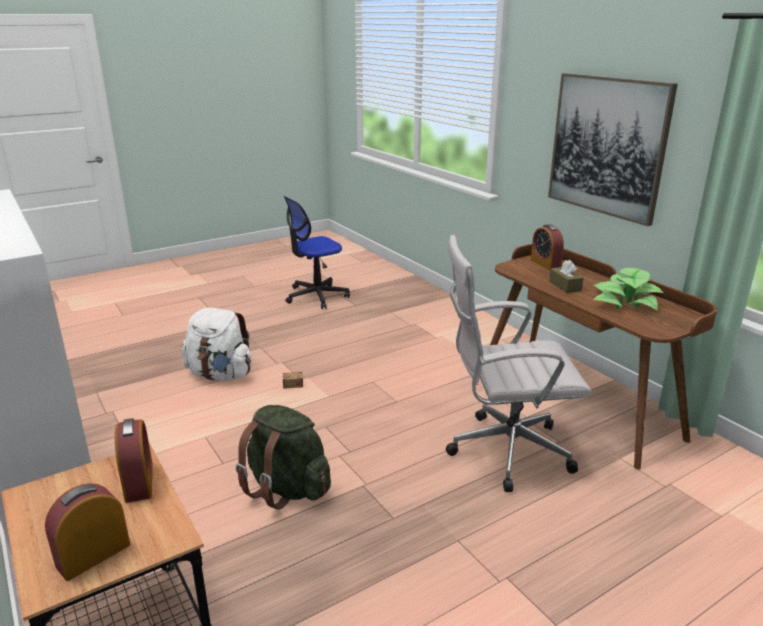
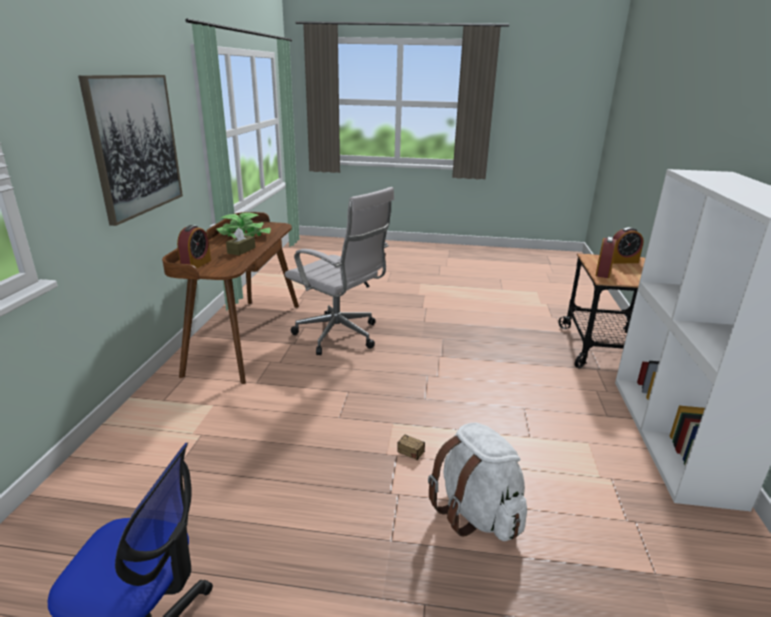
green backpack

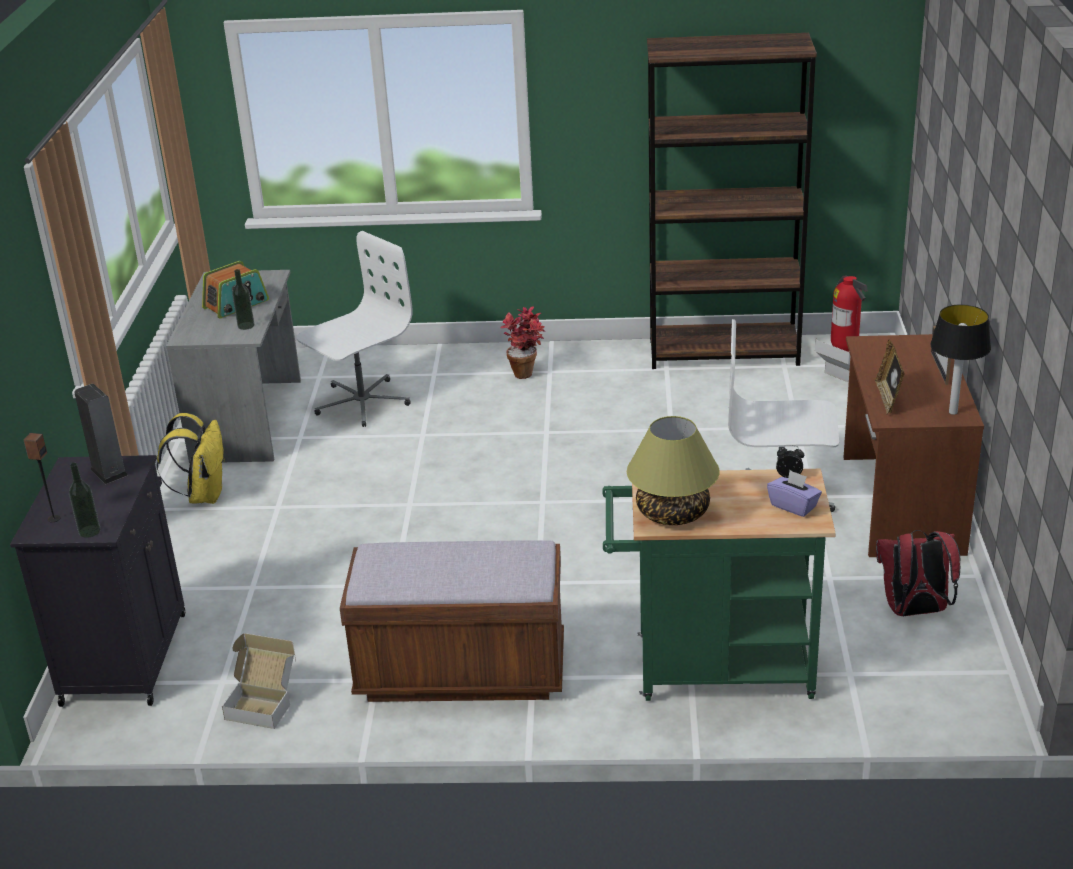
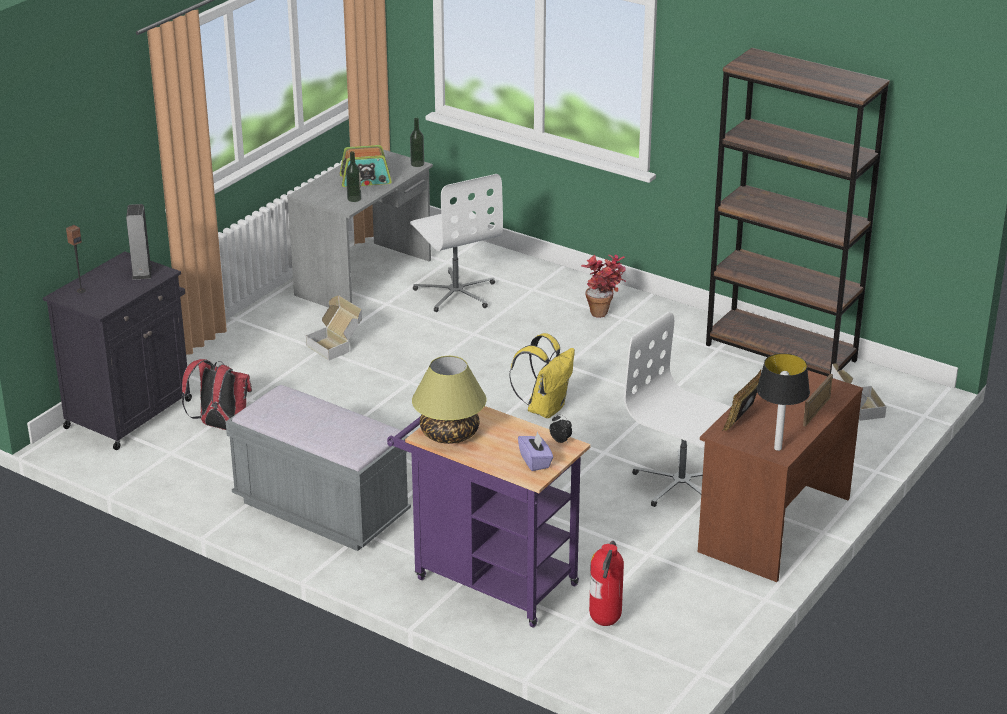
white office chair (1st from left)
fire extinguisher
yellow backpack
bottle (2nd from left)
purple cart
red backpack
grey bench
cardboard box (1st from left)

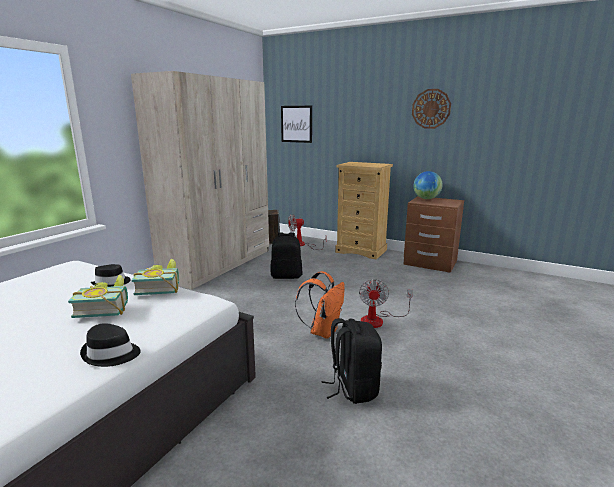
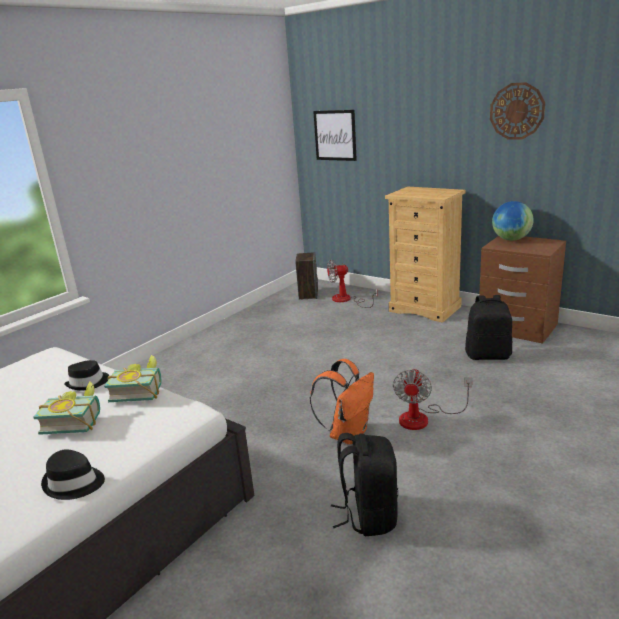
beige wardrobe
black backpack (2nd from left)

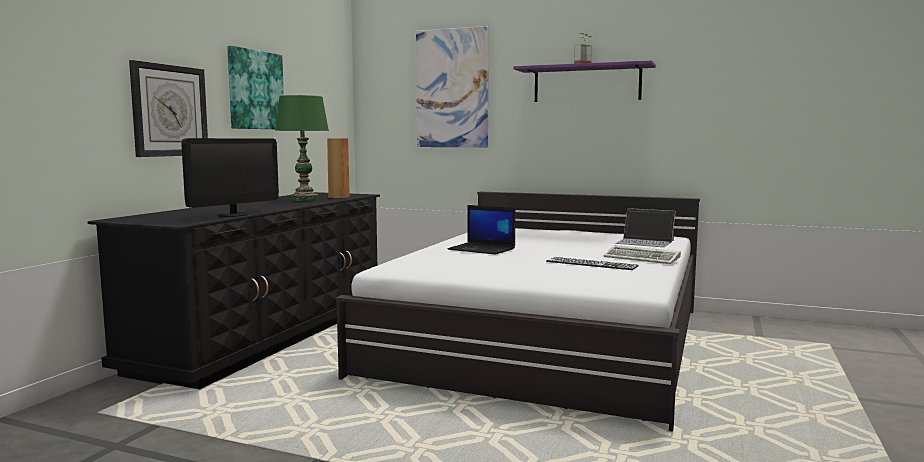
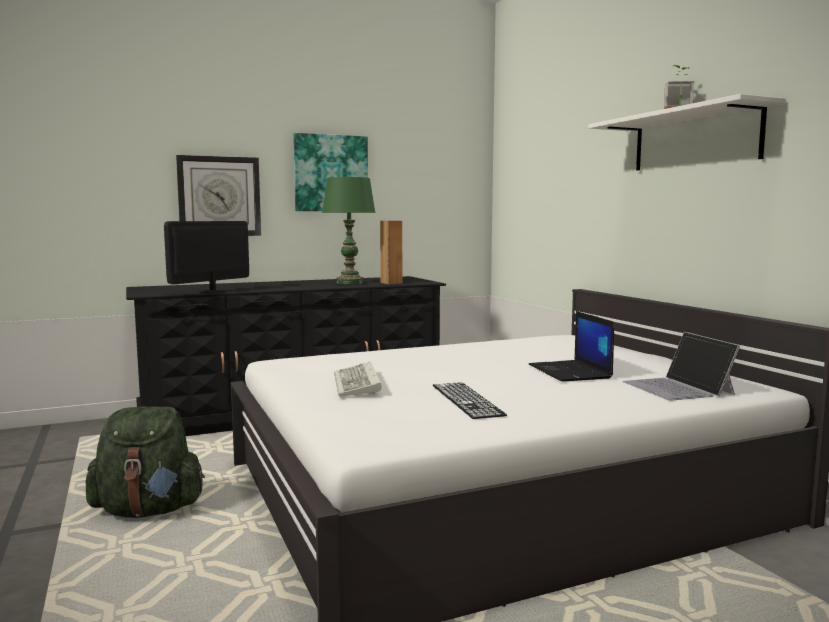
picture (2nd from left in the first image)
white shelf
monitor
laptop (1st from left)
keyboard (1st from left)
green backpack

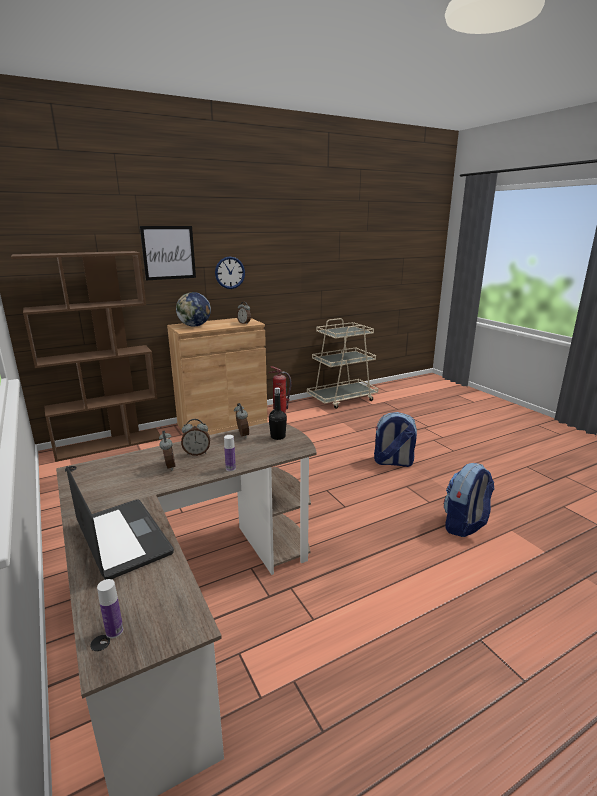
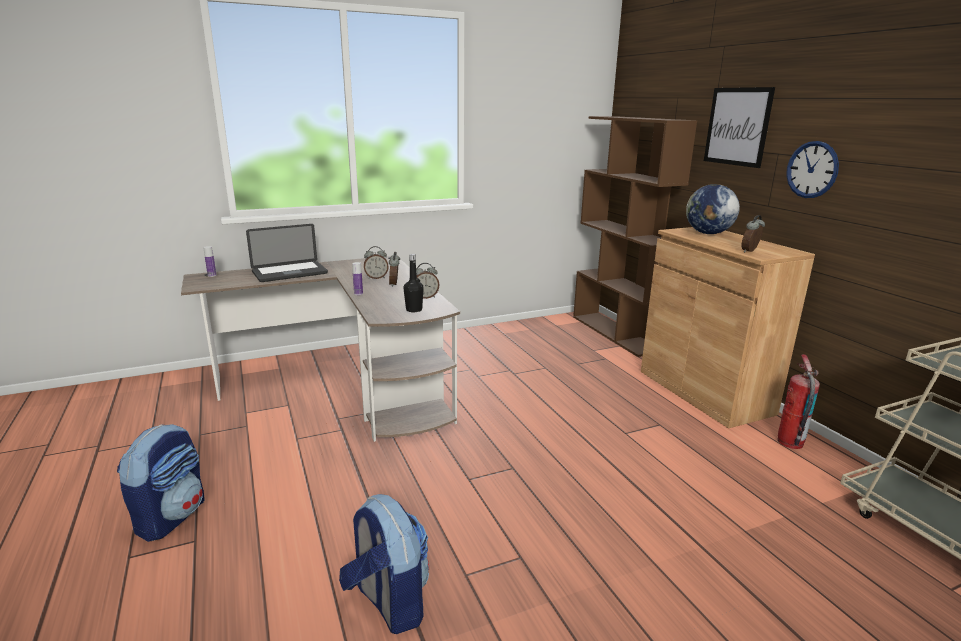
backpack (1st from left)

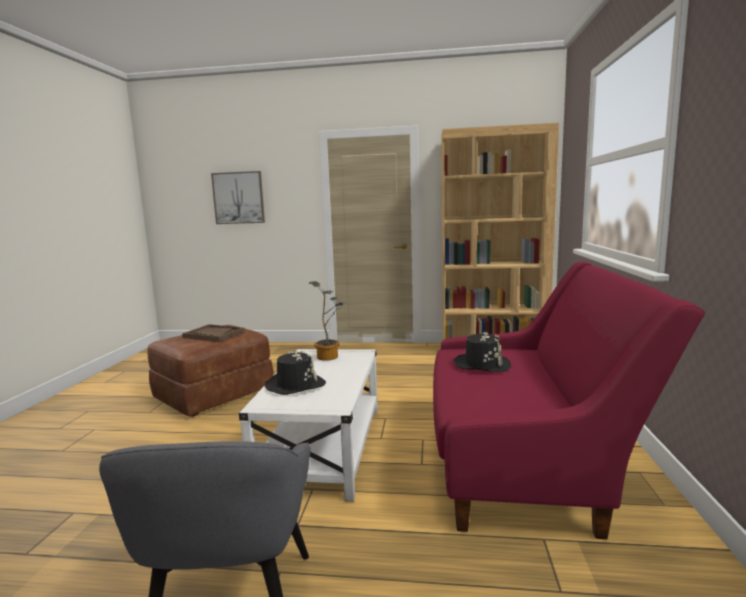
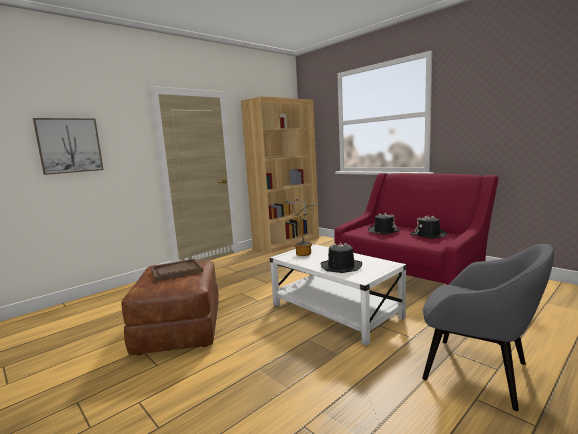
black hat (3rd from left)

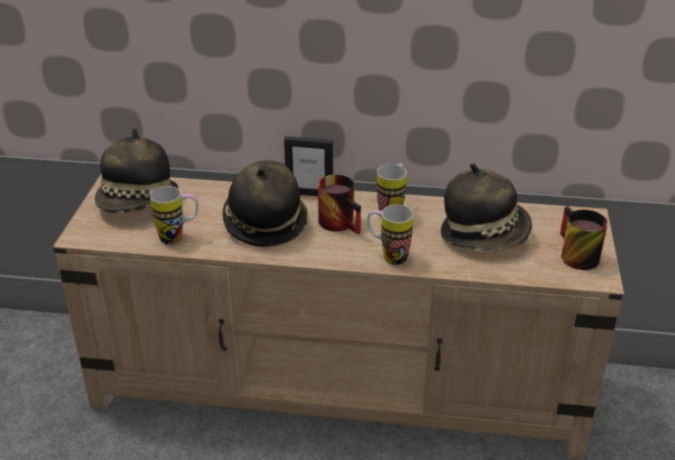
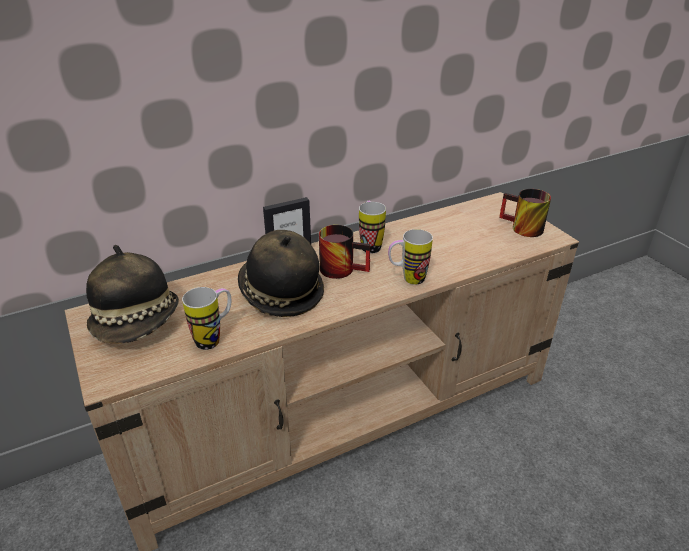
hat (3rd from left in the first image)

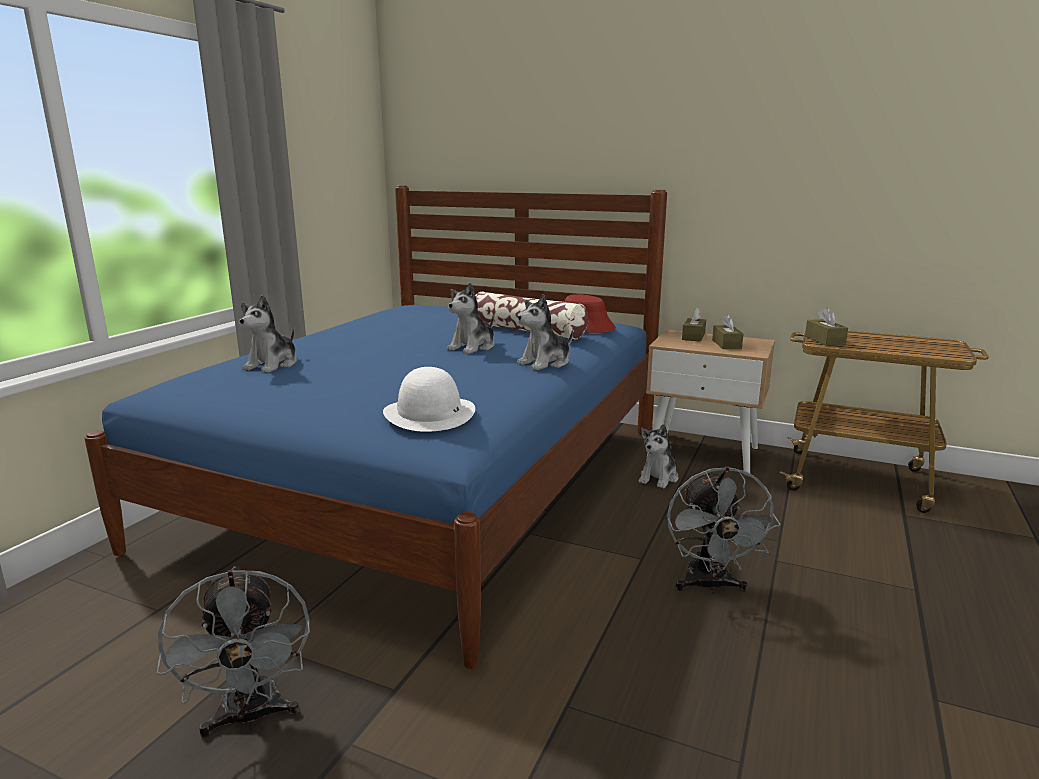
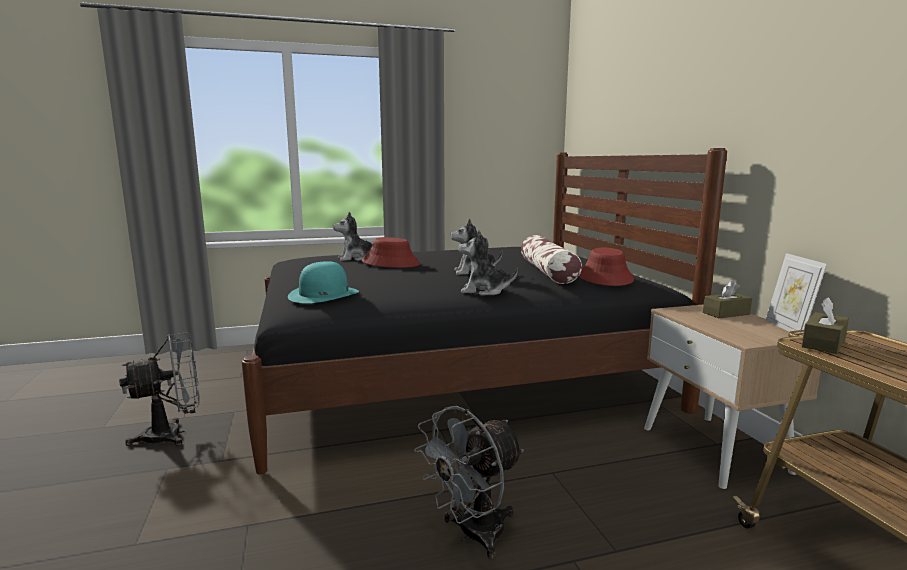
black bed
brown tissue box (2nd from left in the first image)
turquoise hat
plush toy (4th from left in the first image)
grey fan (1st from left)
red hat (1st from left)
picture frame

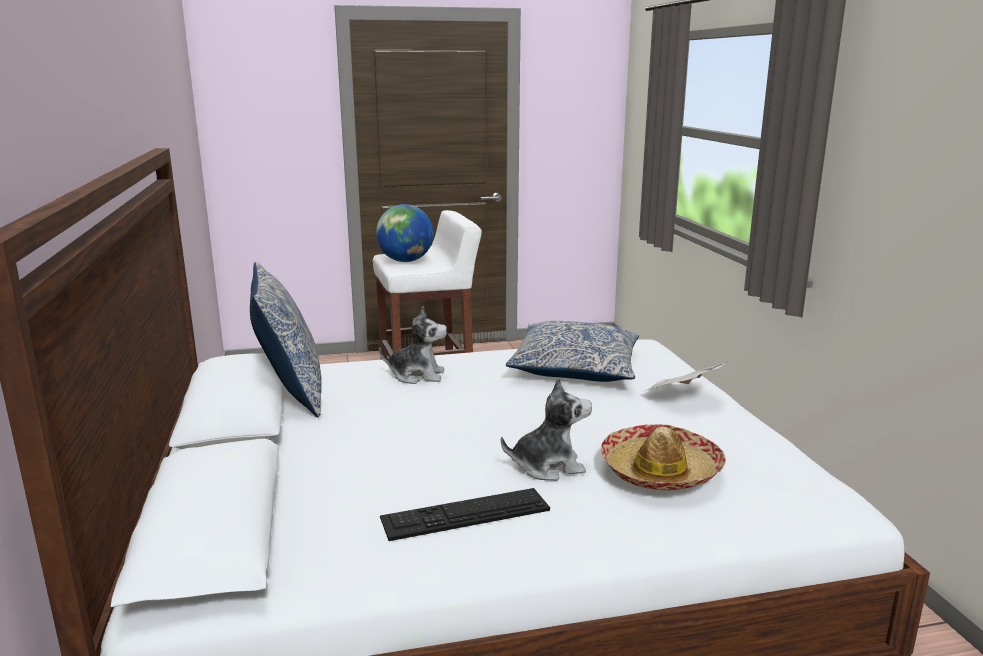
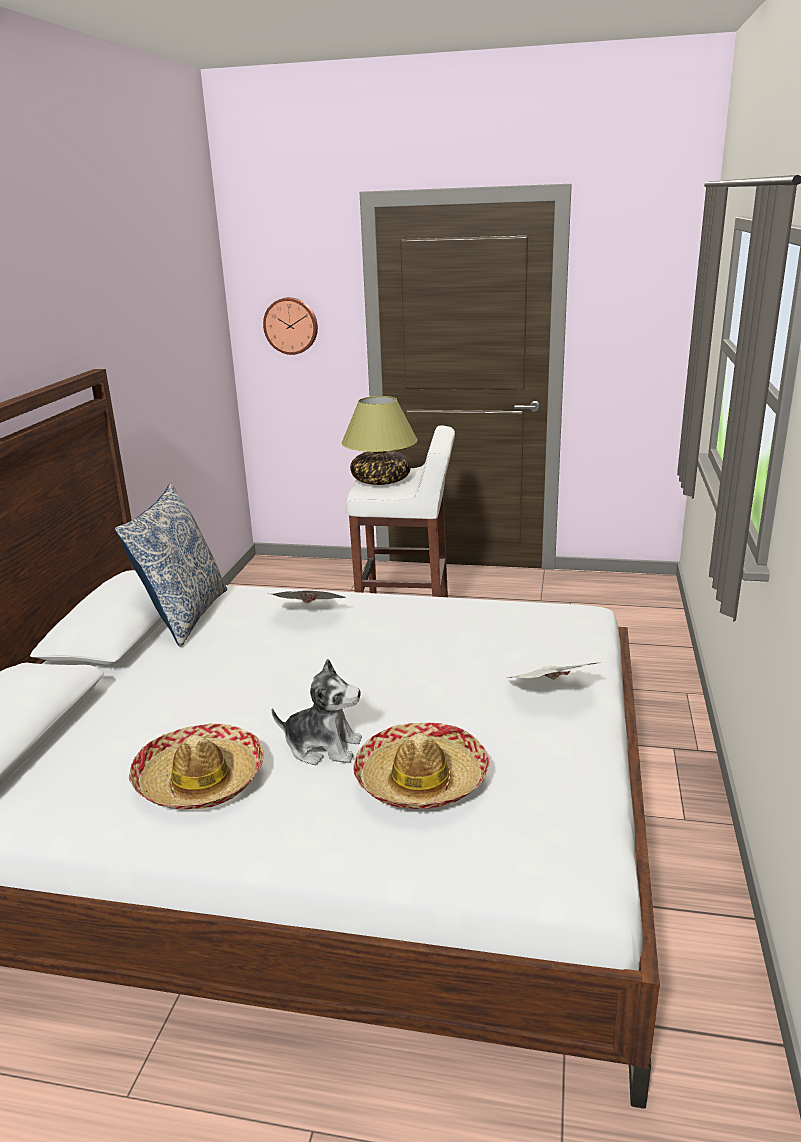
table lamp
newspaper (1st from left)
pillow (2nd from left in the first image)
hat (1st from left)
wall clock

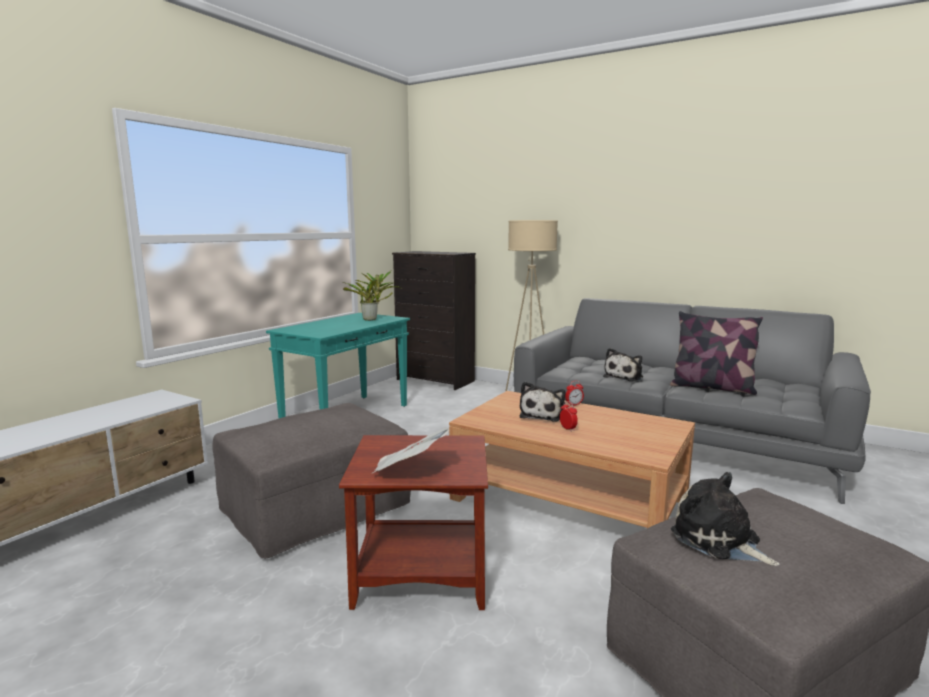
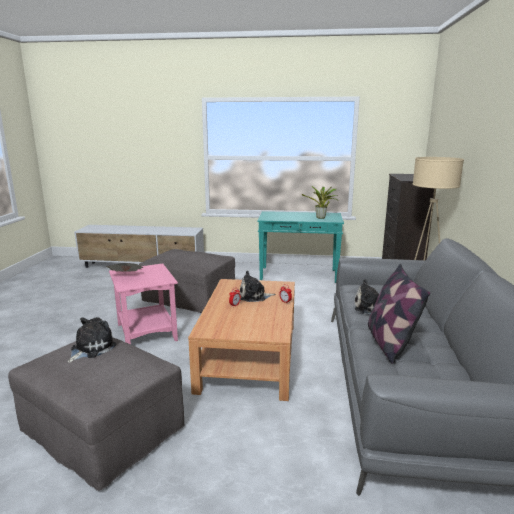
pink side table

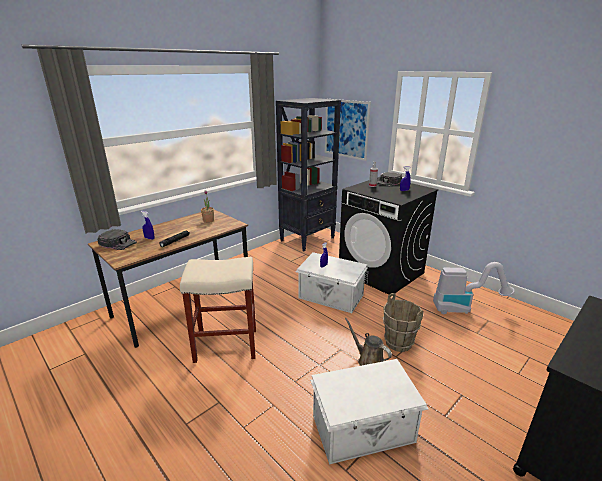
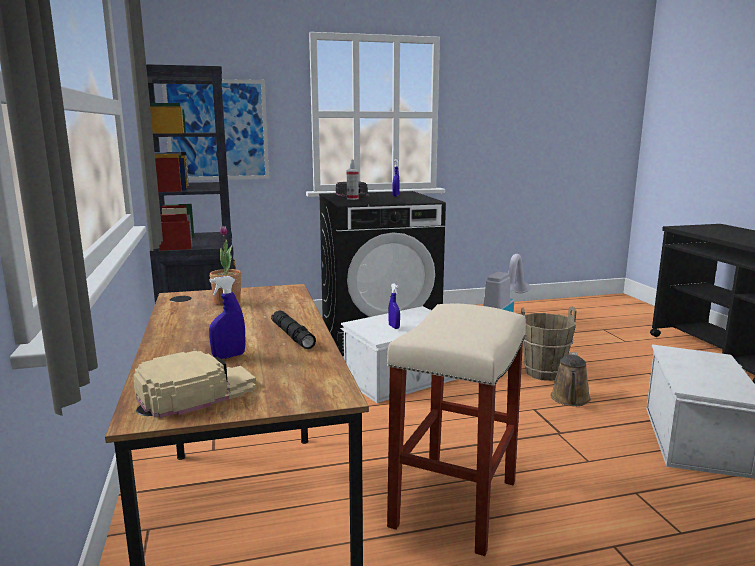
beige cap
brown watering can

